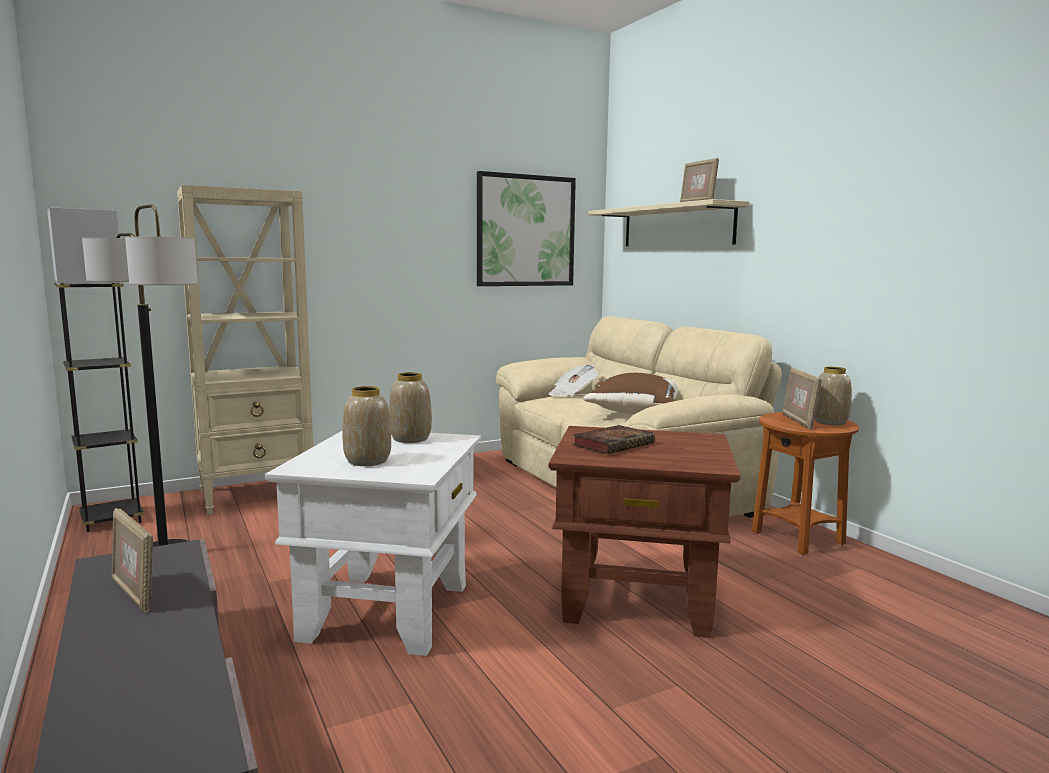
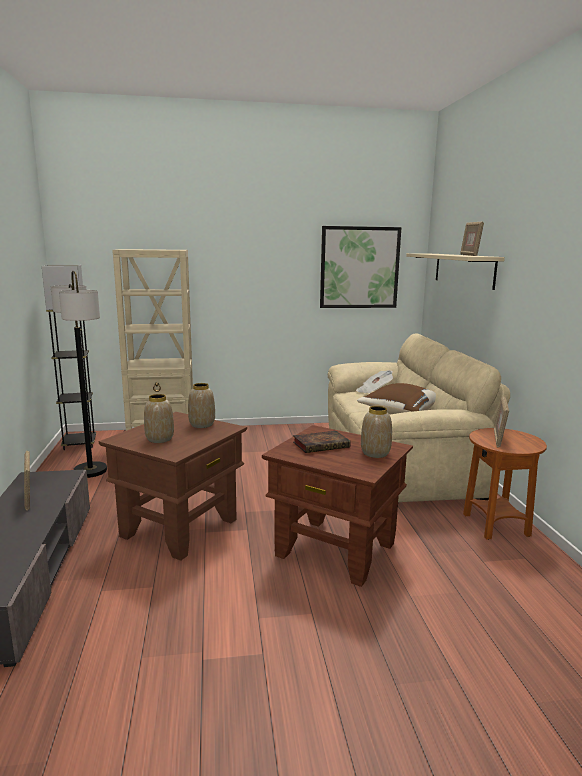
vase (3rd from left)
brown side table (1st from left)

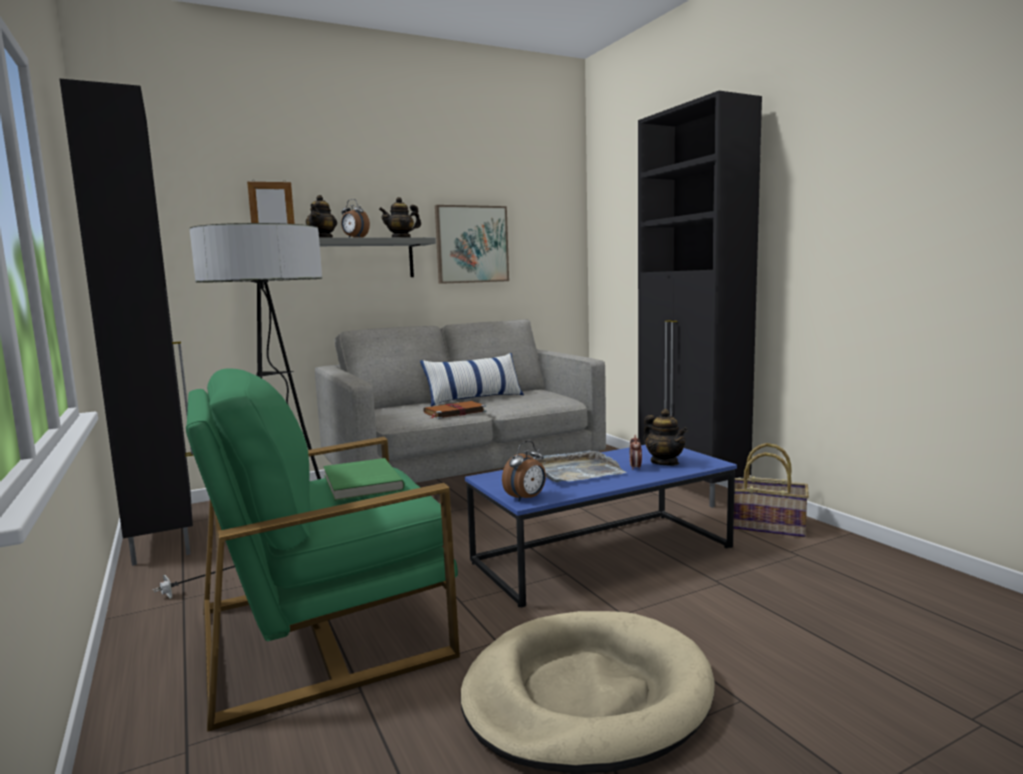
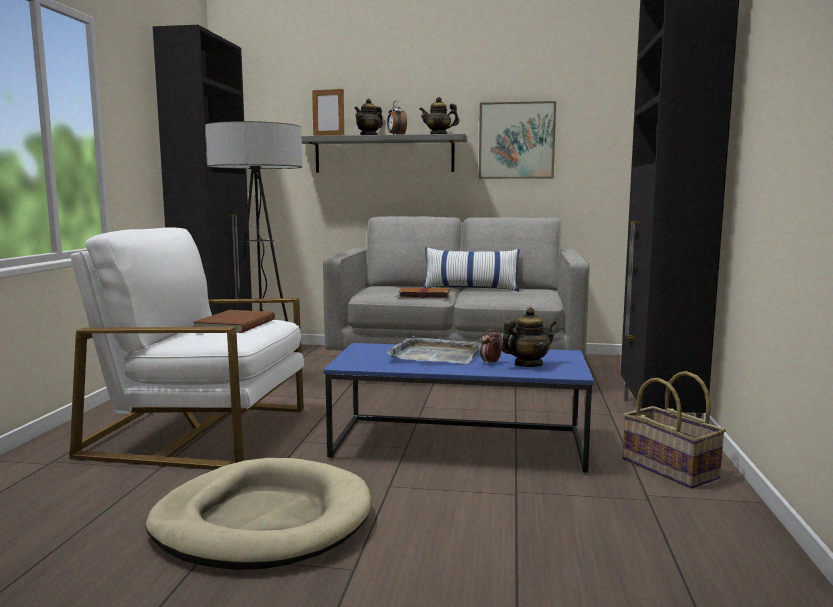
white armchair
teapot (3rd from left)
alarm clock (2nd from left in the first image)
brown book (1st from left)

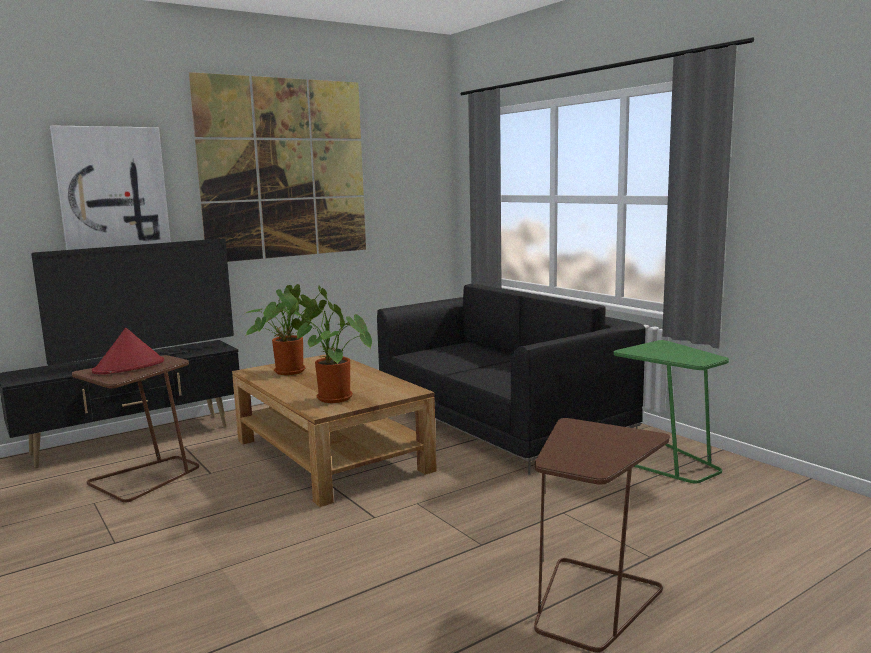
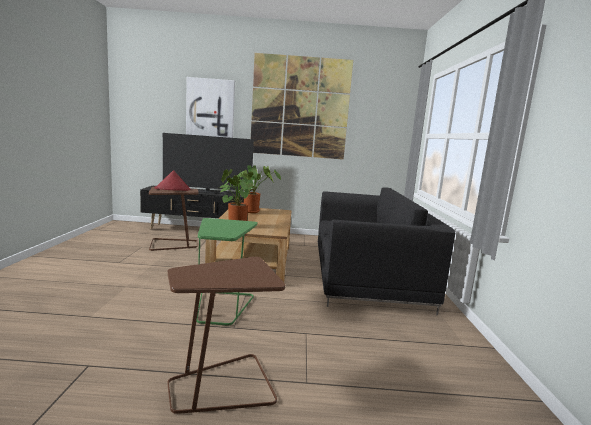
green side table

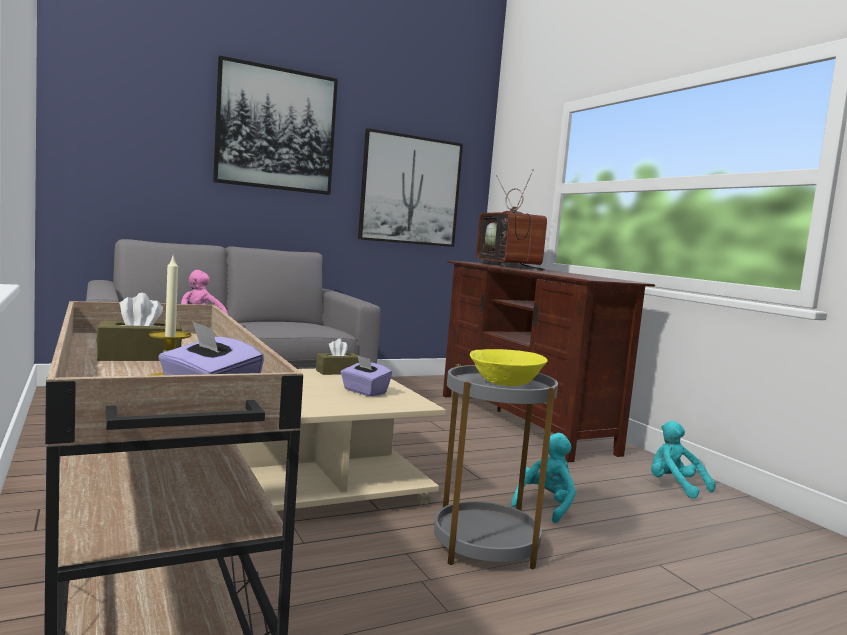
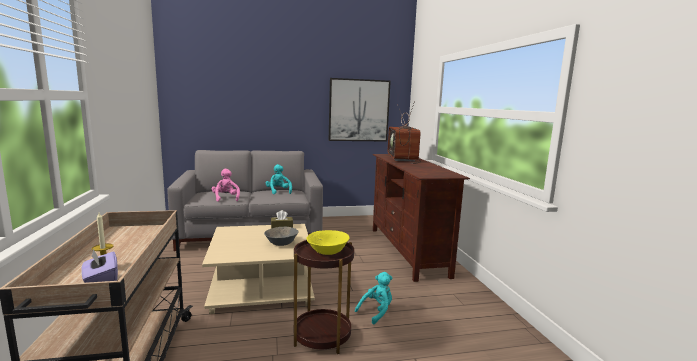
picture (1st from left in the first image)
brown tissue box (1st from left in the first image)
grey bowl
brown side table
turquoise plush toy (1st from left)

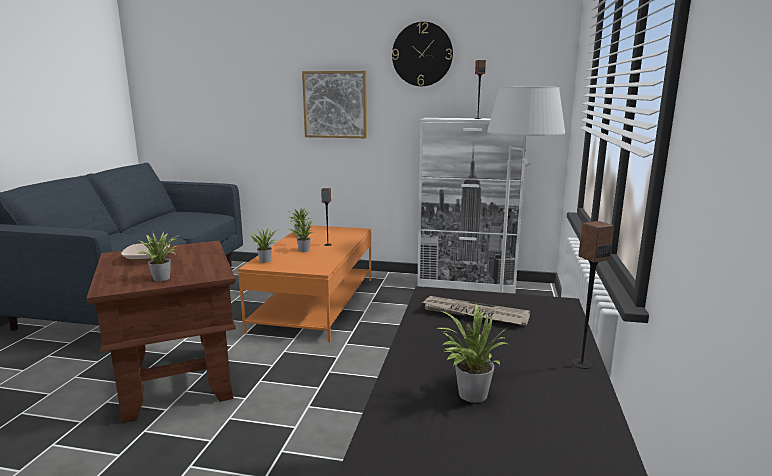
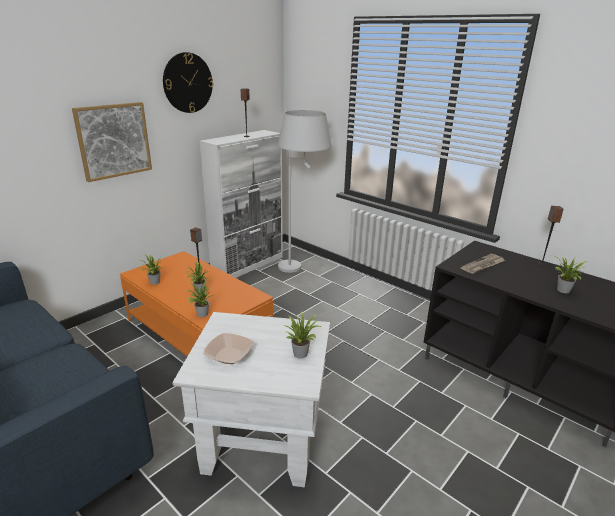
white side table

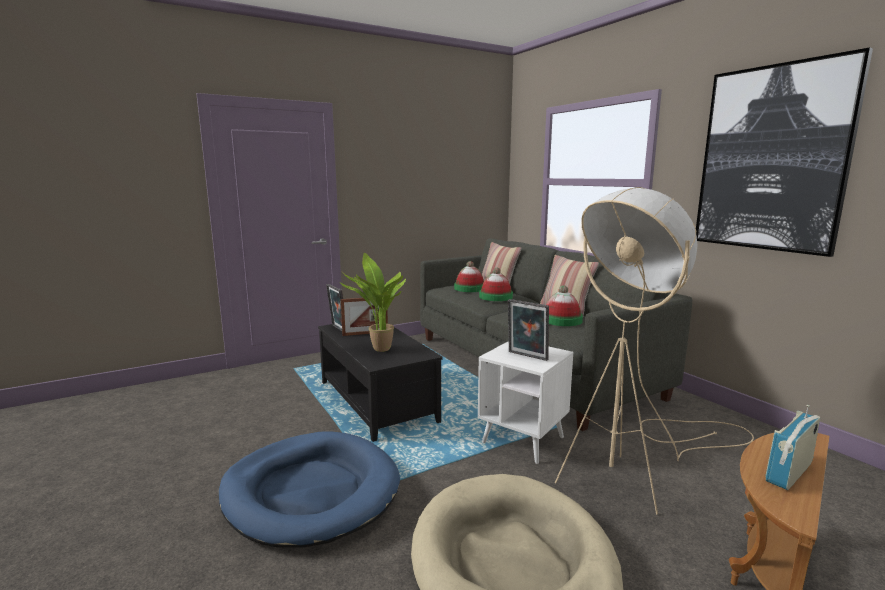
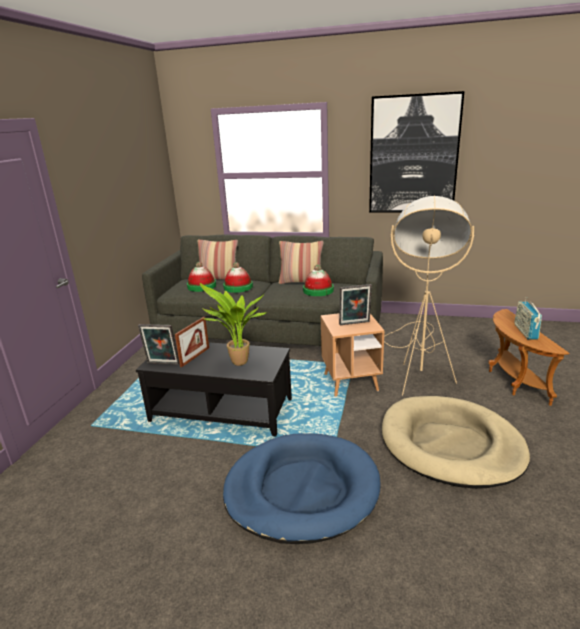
brown side table (1st from left)

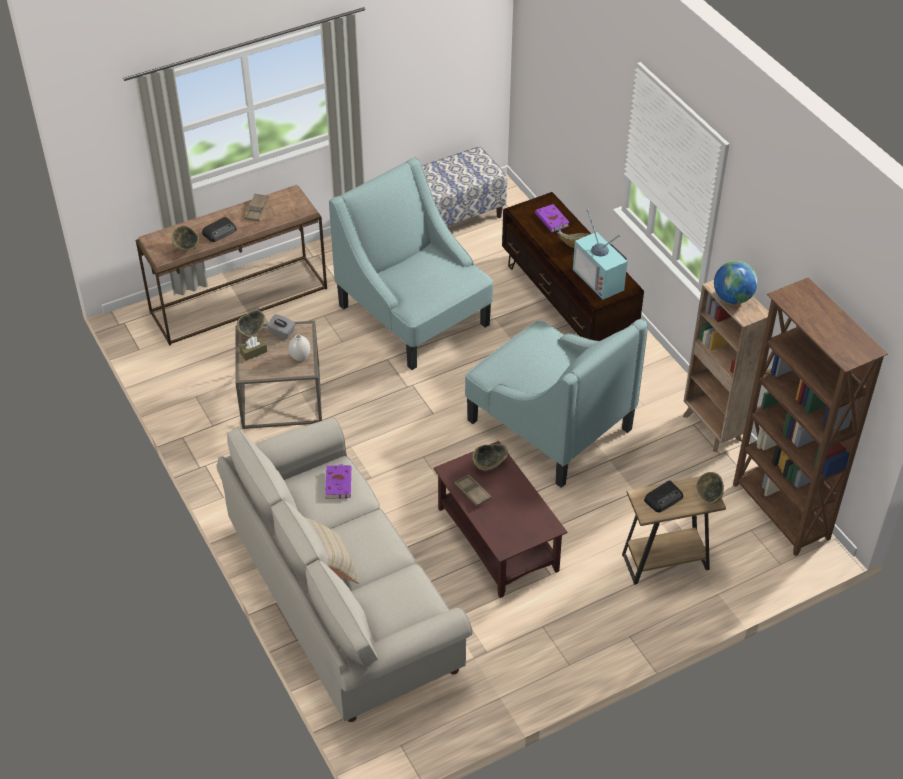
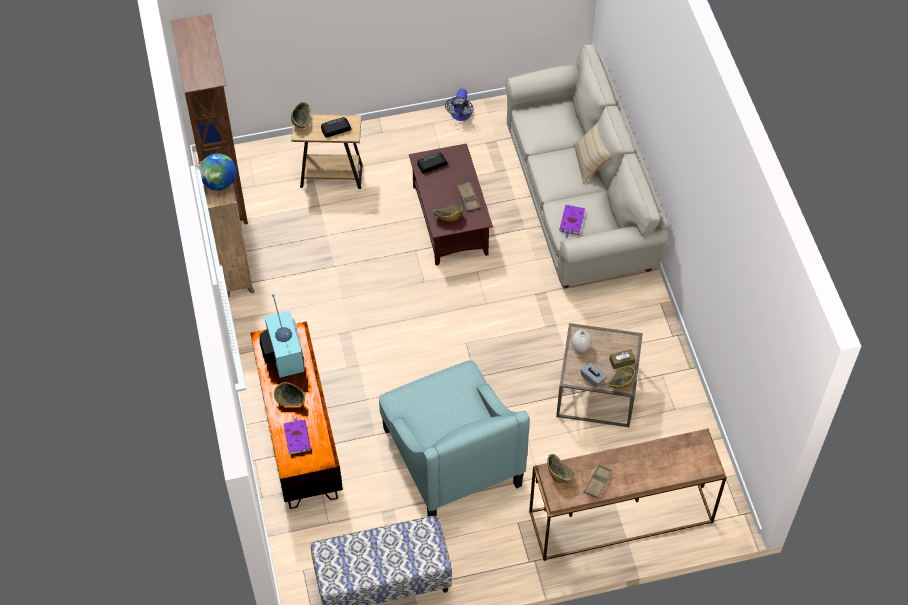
radio (2nd from left)
bowl (4th from left)
turquoise armchair (2nd from left in the first image)
fan

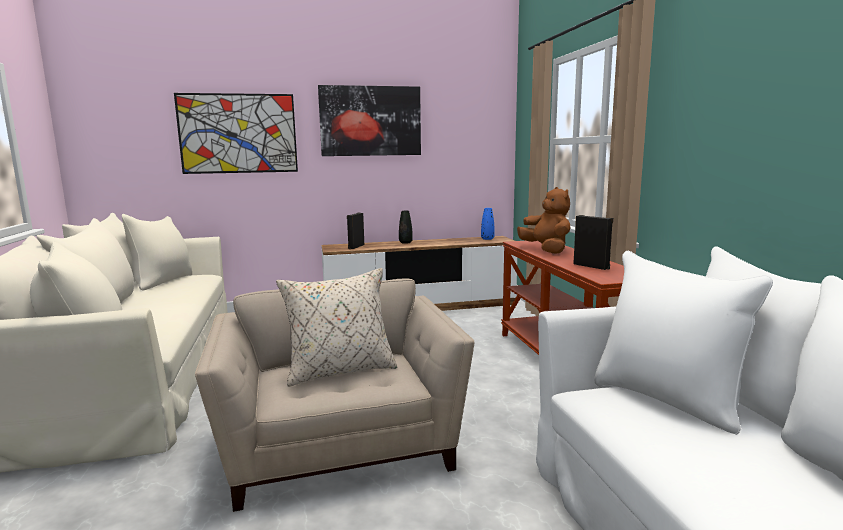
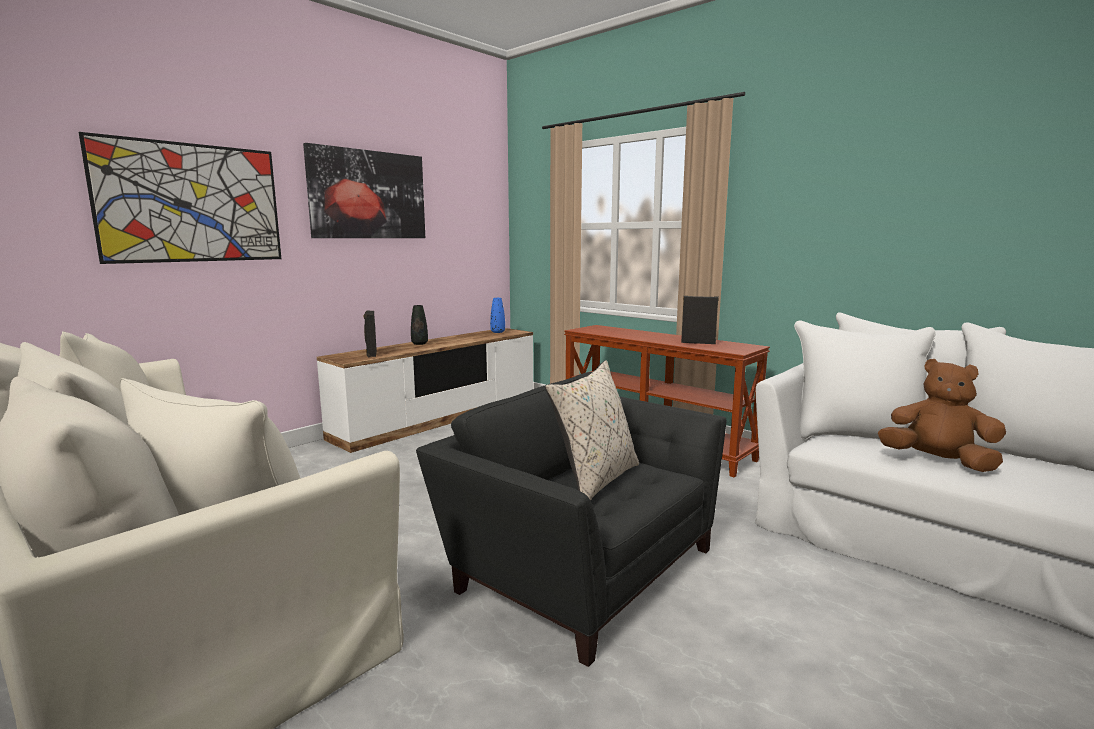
brown plush toy
black armchair

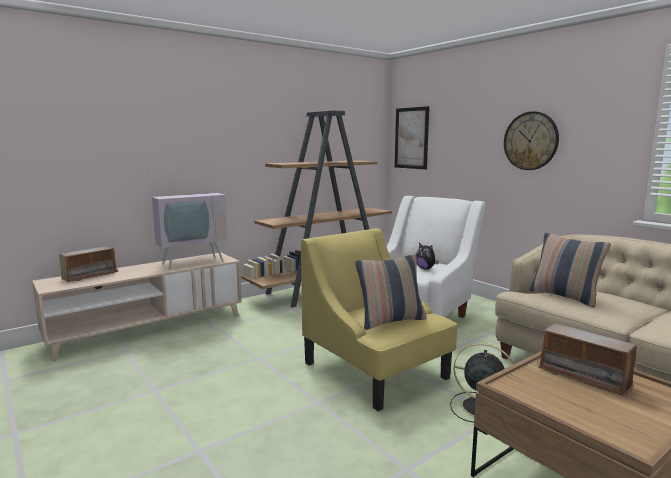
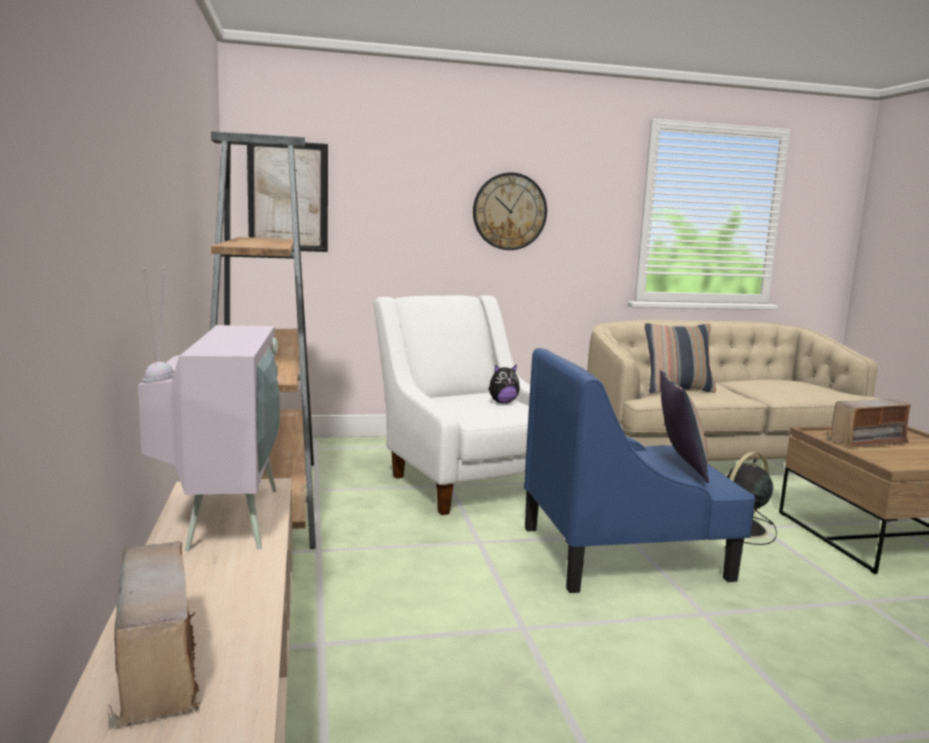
blue armchair

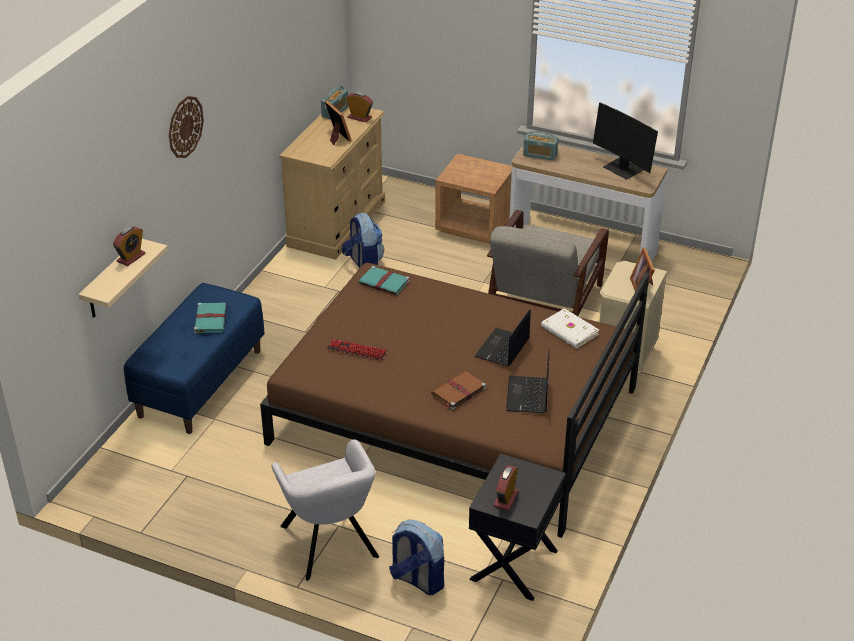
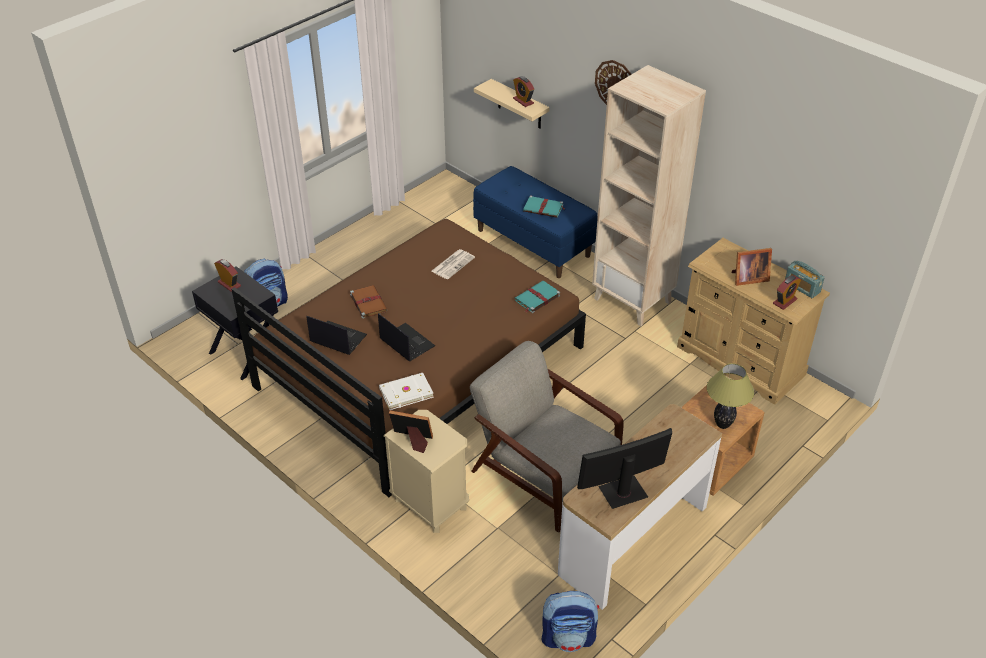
radio (2nd from left in the first image)
backpack (2nd from left)
newspaper
grey armchair (1st from left in the first image)
beige bookcase
table lamp

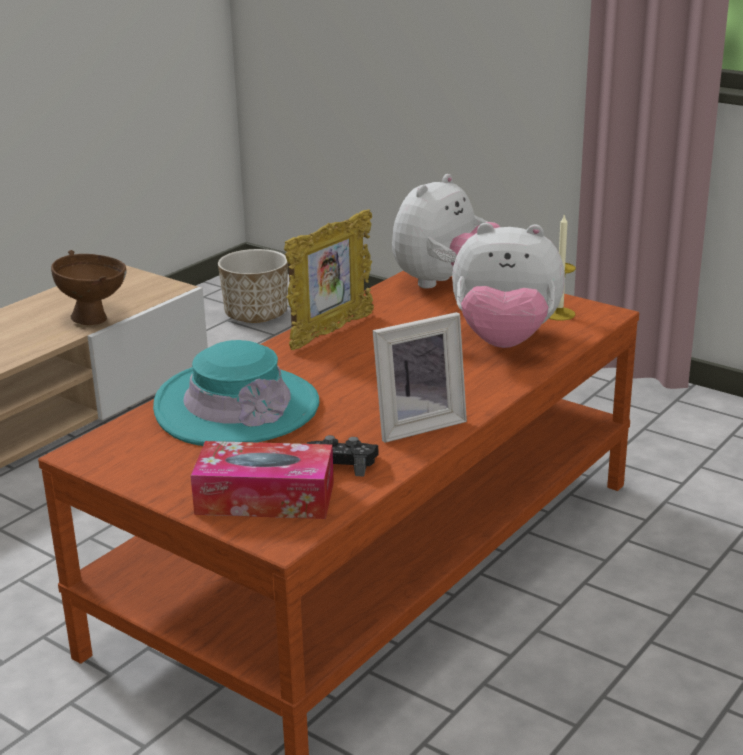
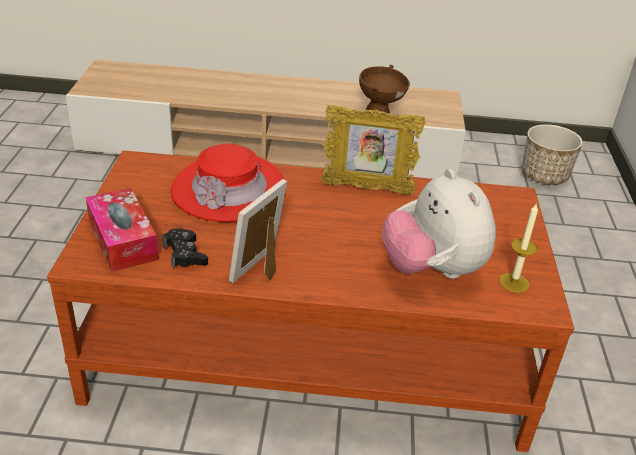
plush toy (1st from left in the first image)
picture frame (1st from left)
red hat

